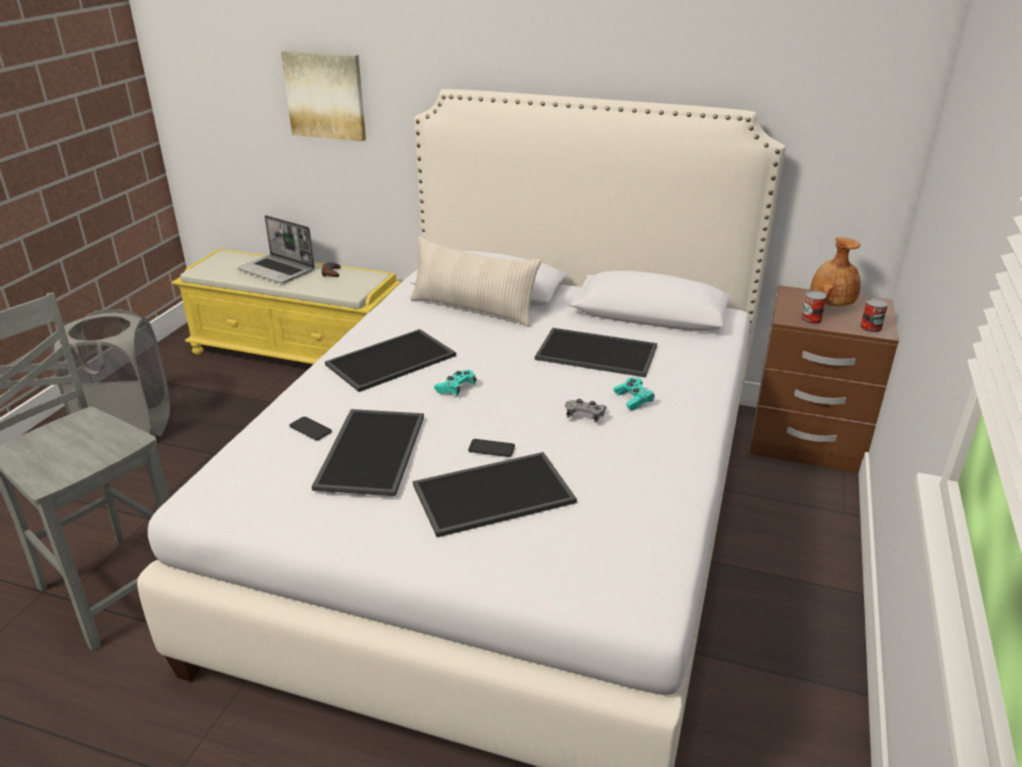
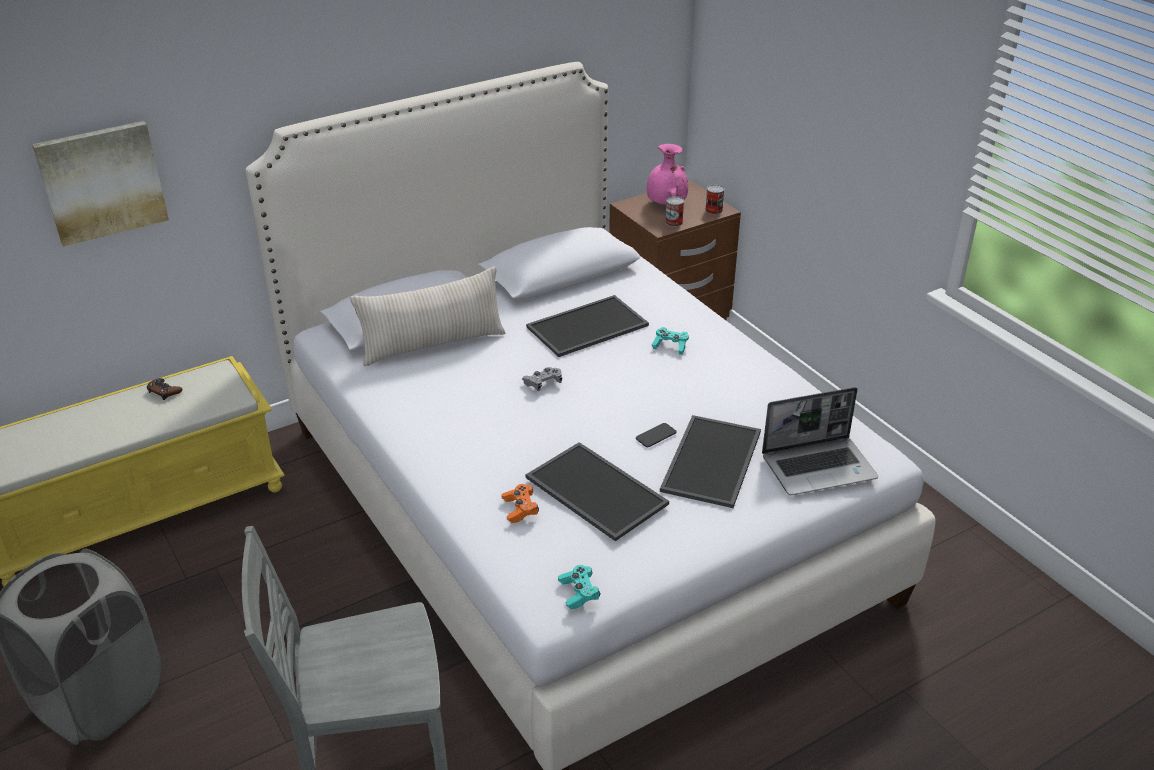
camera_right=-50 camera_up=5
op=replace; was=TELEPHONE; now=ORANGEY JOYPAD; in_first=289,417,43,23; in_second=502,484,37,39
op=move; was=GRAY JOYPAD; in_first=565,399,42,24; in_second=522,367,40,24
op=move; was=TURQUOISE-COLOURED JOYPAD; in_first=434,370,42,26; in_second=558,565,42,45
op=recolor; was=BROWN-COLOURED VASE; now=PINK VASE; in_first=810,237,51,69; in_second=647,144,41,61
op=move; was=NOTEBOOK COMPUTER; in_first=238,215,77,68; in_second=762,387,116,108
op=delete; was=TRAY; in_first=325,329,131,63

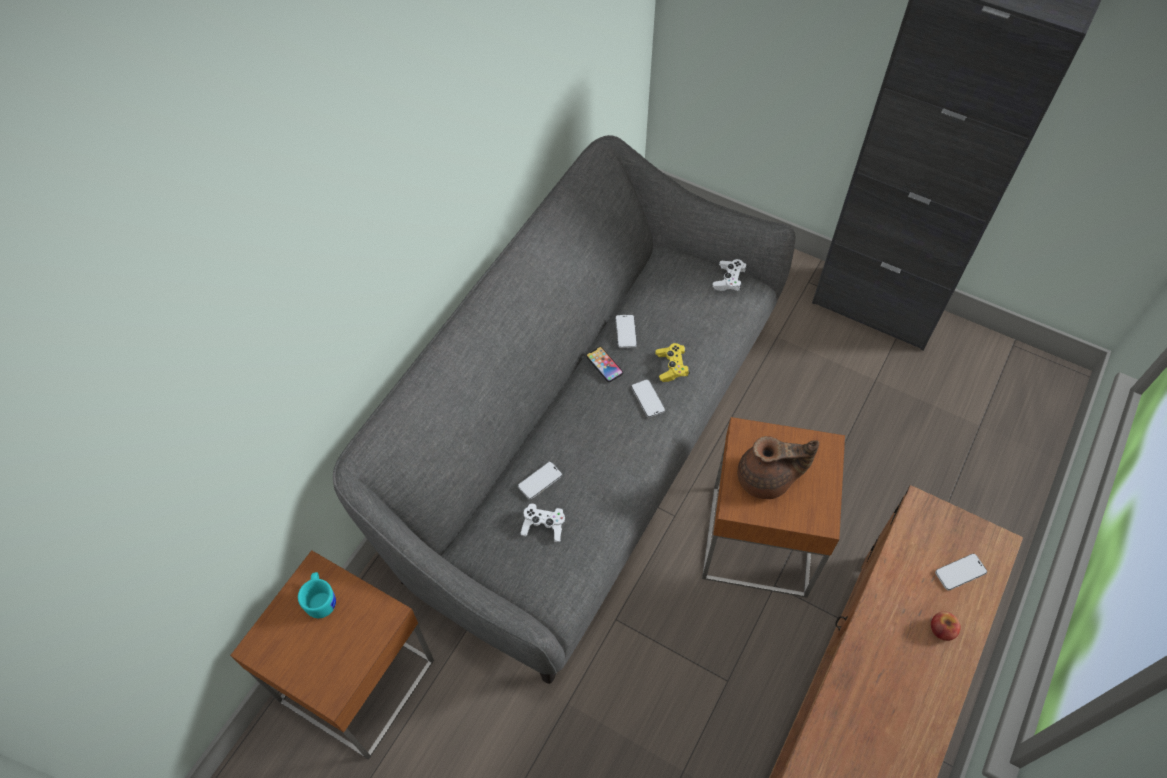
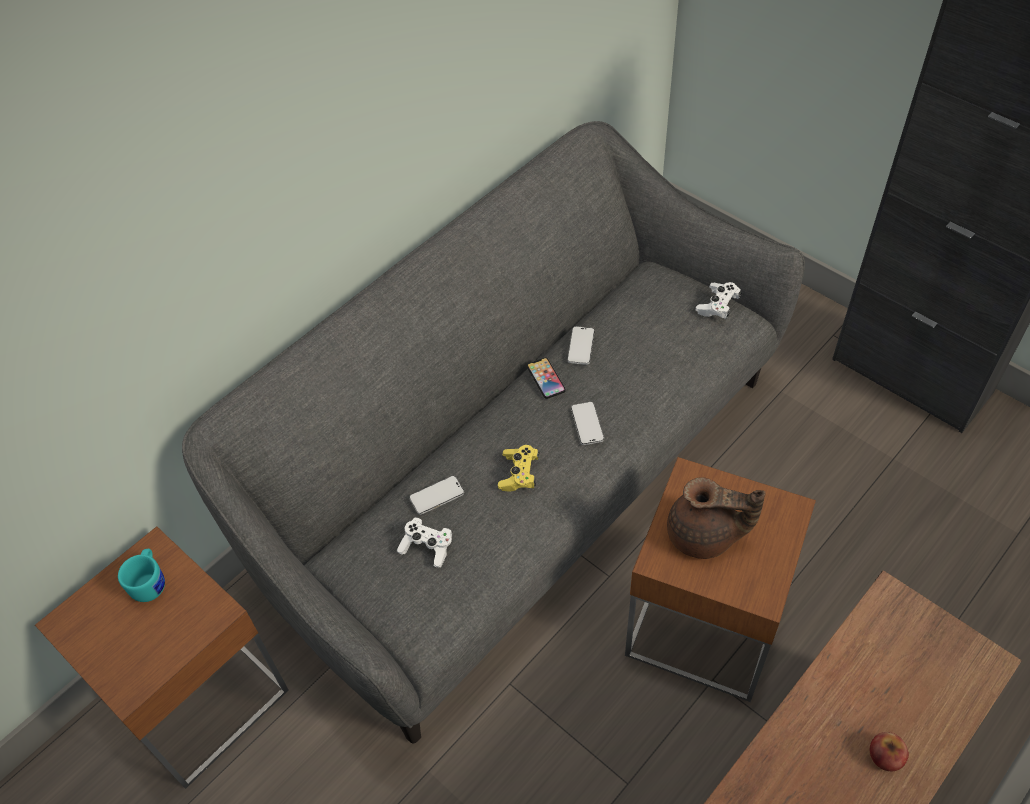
camera_right=15 camera_up=-5
op=move; was=YELLOW JOYPAD; in_first=656,343,34,39; in_second=498,445,42,47
op=delete; was=TELEPHONE; in_first=935,554,52,36

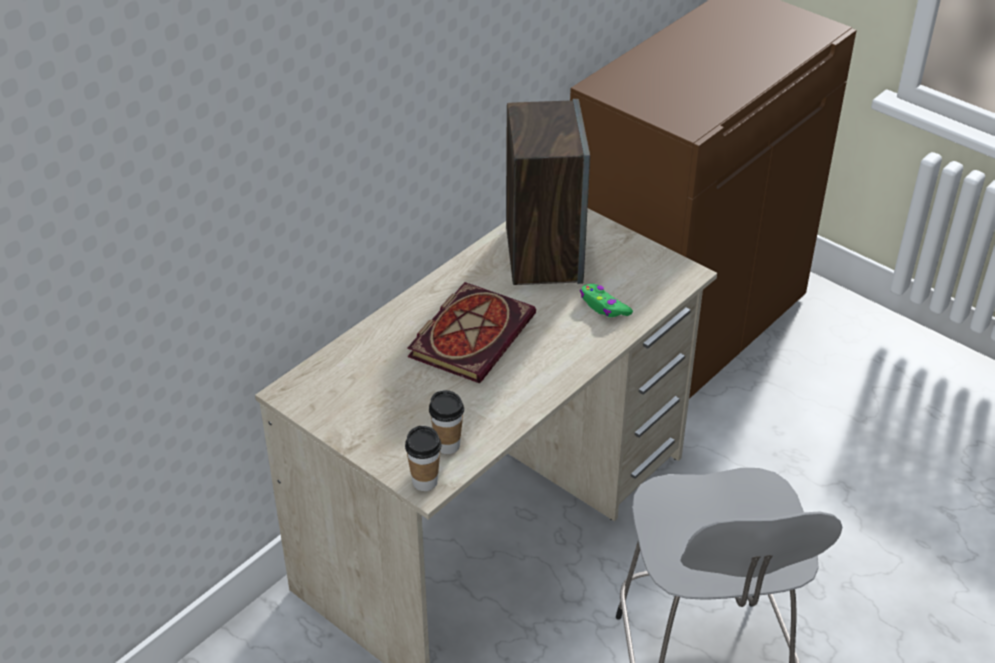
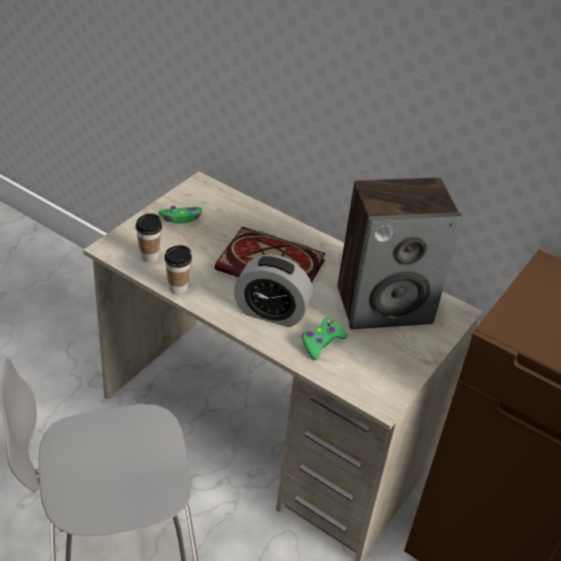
camera_right=80 camera_up=0
op=insert; now=GREEN-COLOURED JOYPAD; in_second=159,206,43,18
op=move; was=DRINKING CUP; in_first=405,426,37,65; in_second=164,245,28,50
op=insert; now=BEDSIDE CLOCK; in_second=234,255,79,72

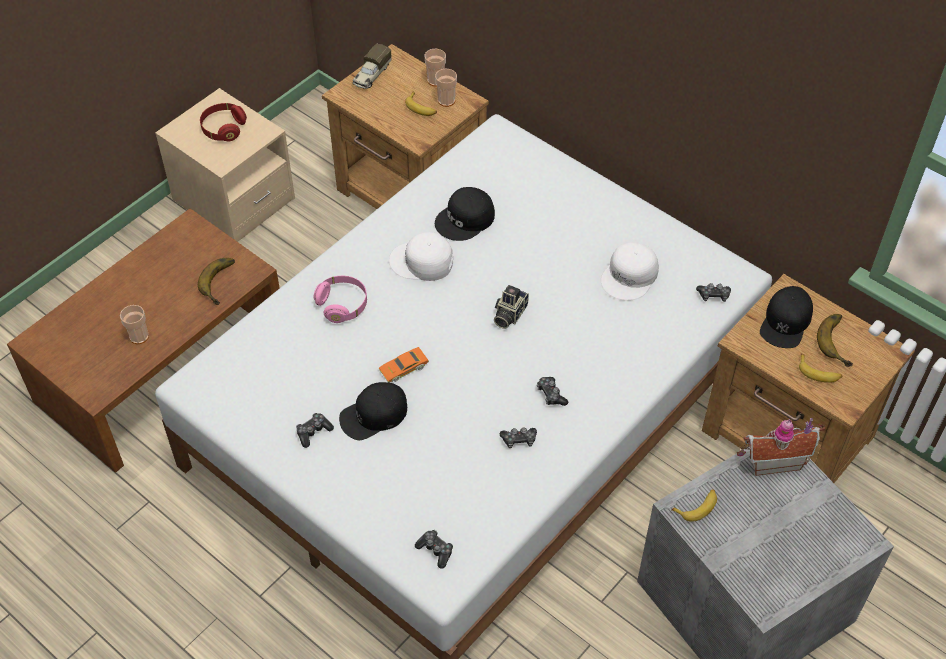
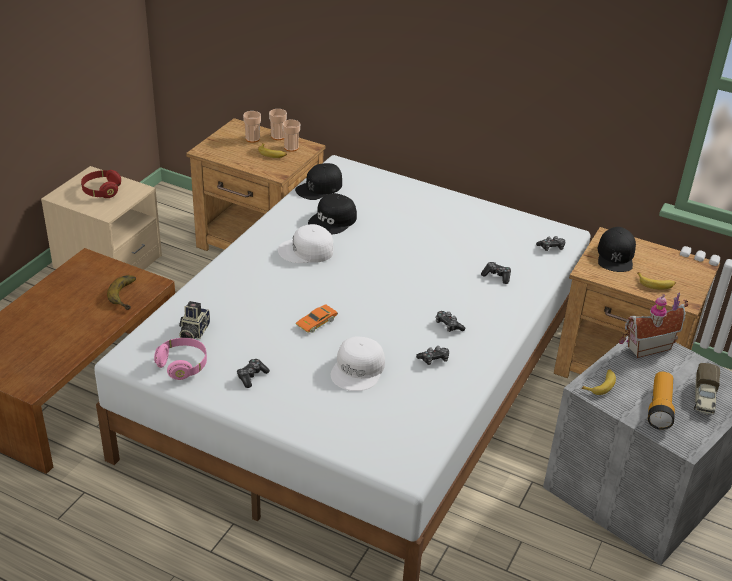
camera_right=-15 camera_up=-15
op=move; was=PINK HEADPHONES; in_first=314,276,53,47; in_second=154,338,53,42
op=move; was=PHOTO CAMERA; in_first=494,285,35,44; in_second=179,301,31,38
op=move; was=DRINKING CUP; in_first=120,305,29,39; in_second=243,111,18,32
op=move; was=BLACK PEAKED CAP; in_first=339,382,68,58; in_second=295,163,47,37
op=move; was=WHITISH PEAKED CAP; in_first=601,242,58,59; in_second=331,336,54,55
op=move; was=JOYPAD; in_first=415,530,38,39; in_second=481,262,30,22
op=insert; now=FLASHLIGHT; in_second=648,372,27,58
op=move; was=MODEL TRUCK; in_first=353,44,39,45; in_second=694,363,26,52
op=delete; was=BANANA; in_first=817,314,36,53

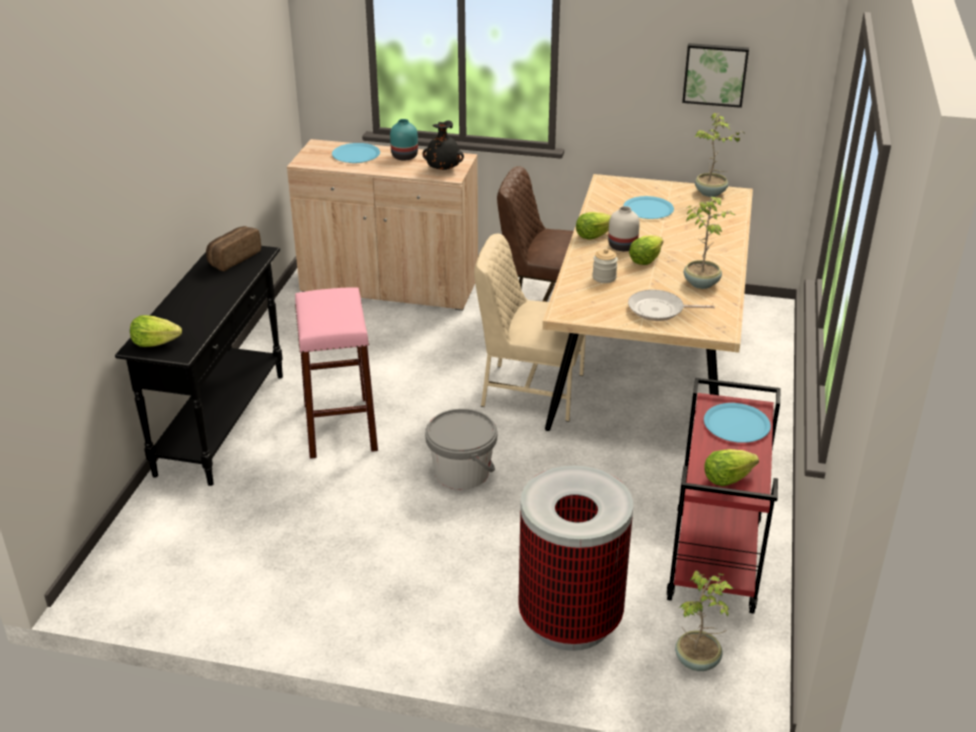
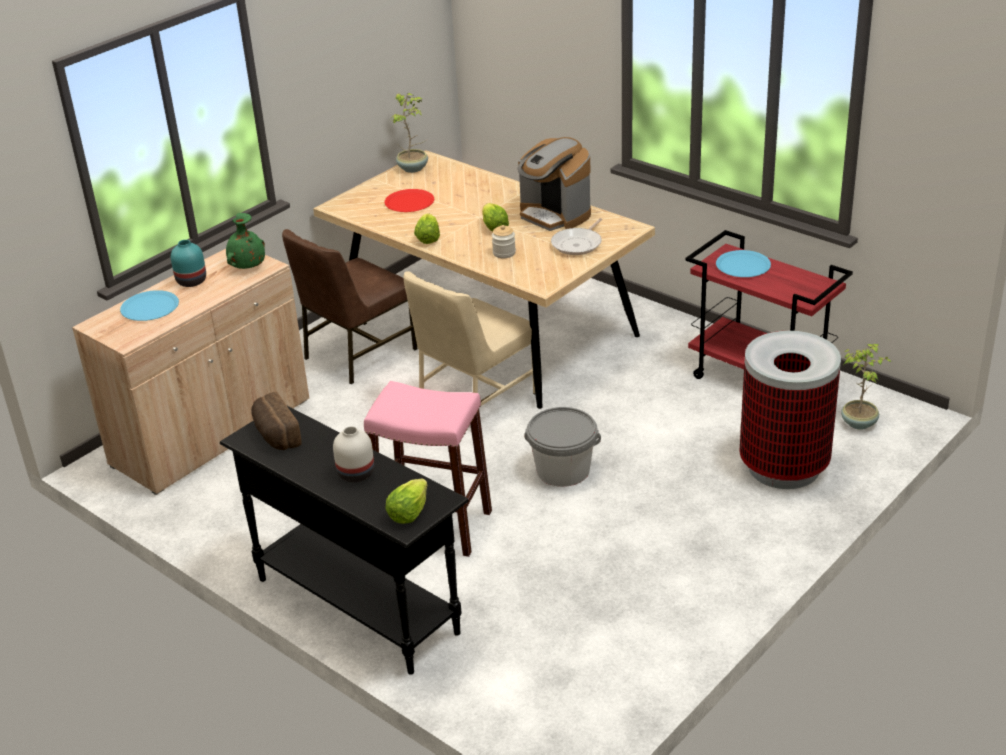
camera_right=-60 camera_up=0
op=recolor; was=BLACK VASE; now=GREEN-COLOURED VASE; in_first=422,120,42,50; in_second=226,213,39,56
op=move; was=WHITISH VASE; in_first=608,206,32,45; in_second=333,426,41,56
op=recolor; was=BLUE PLATE; now=REDDISH PLATE; in_first=623,196,51,23; in_second=384,189,50,23
op=replace; was=HOUSEPLANT; now=COFFEE BREWER; in_first=684,197,51,92; in_second=517,137,74,94
op=delete; was=WALL ART; in_first=682,43,67,65
op=delete; was=LETTUCE HEAD; in_first=704,449,55,37

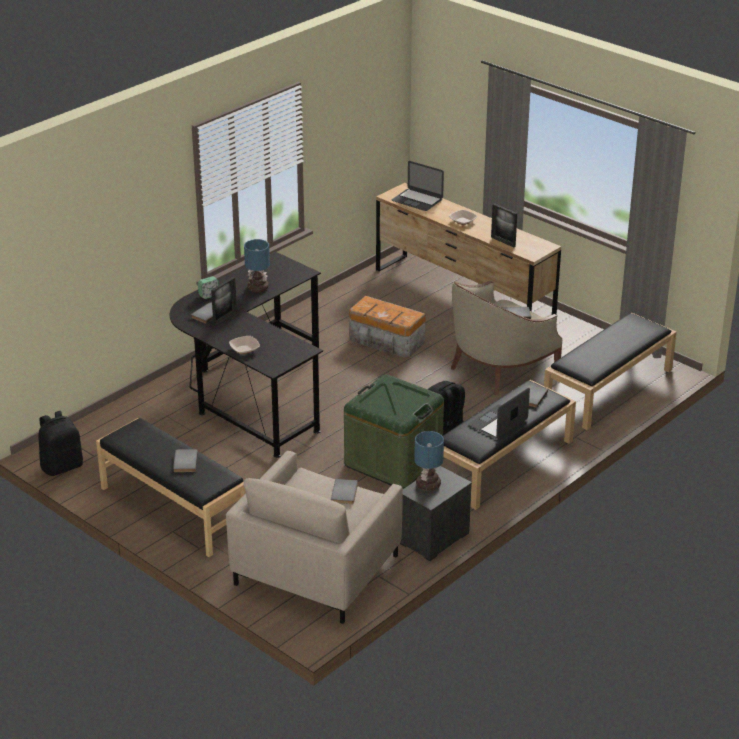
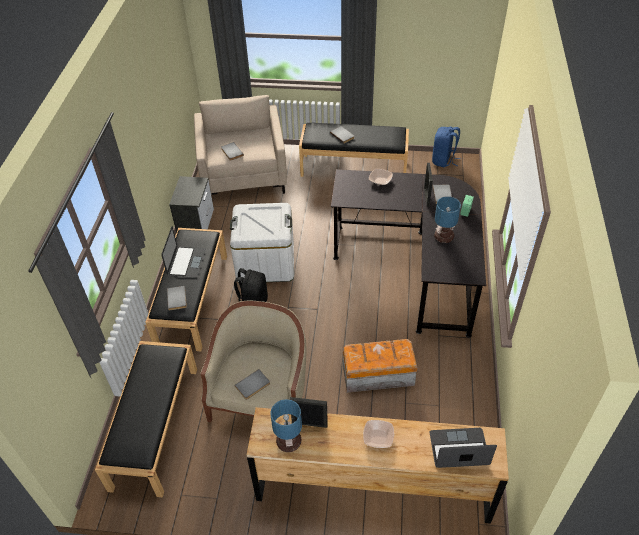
camera_right=145 camera_up=15
op=recolor; was=GREEN-COLOURED STORAGE CONTAINER; now=WHITISH STORAGE CONTAINER; in_first=344,374,100,115; in_second=230,203,64,80
op=move; was=TABLE LAMP; in_first=414,431,30,60; in_second=270,399,32,53
op=recolor; was=BLACK RUCKSACK; now=BLUE RUCKSACK; in_first=38,411,45,65; in_second=432,126,29,41

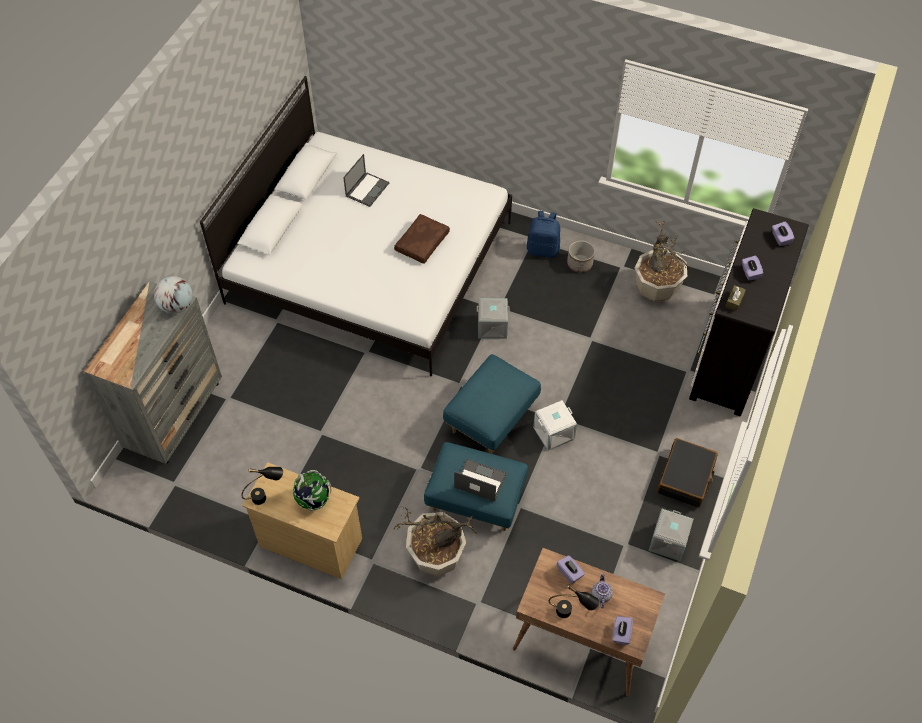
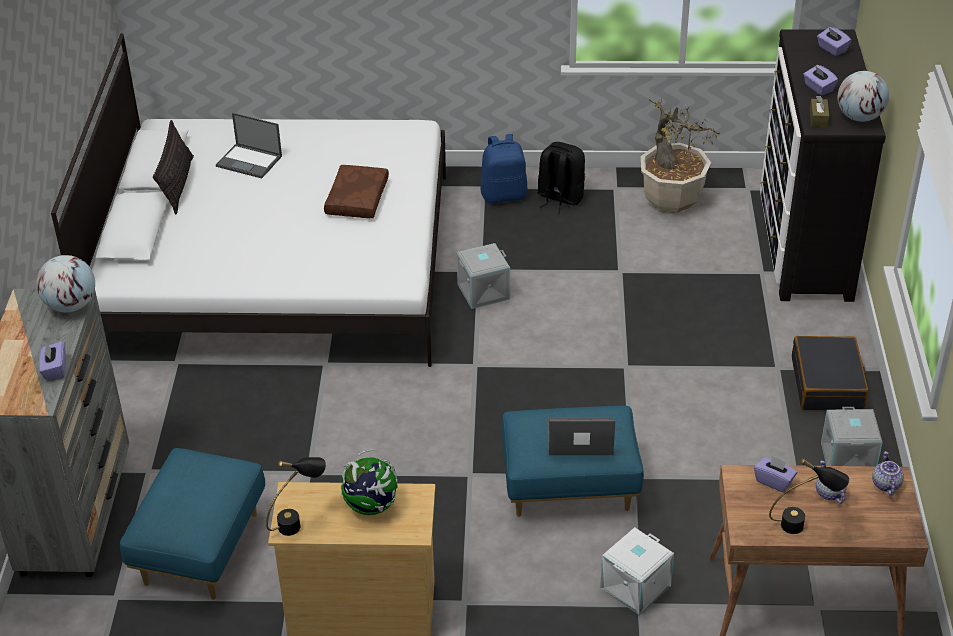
camera_right=-20 camera_up=-15
op=move; was=PURPLISH BOX OF TISSUES; in_first=613,616,20,29; in_second=39,341,27,39
op=move; was=BLUE POUFFE; in_first=443,354,98,100; in_second=120,448,145,152
op=insert; now=CUSHION; in_second=153,120,41,94
op=rotate; was=NOTEBOOK COMPUTER; in_first=343,154,46,53; in_second=216,113,66,66; clockwise=105
op=replace; was=PLANT POT; now=BLACK RUCKSACK; in_first=567,241,28,32; in_second=537,142,48,71
op=move; was=WHITISH STORAGE CONTAINER; in_first=533,400,44,51; in_second=600,527,74,88
op=insert; now=WORLD GLOBE; in_second=838,71,51,51
op=insert; now=TEA POT; in_second=872,451,32,45
op=delete; was=HOUSEPLANT; in_first=393,506,84,70

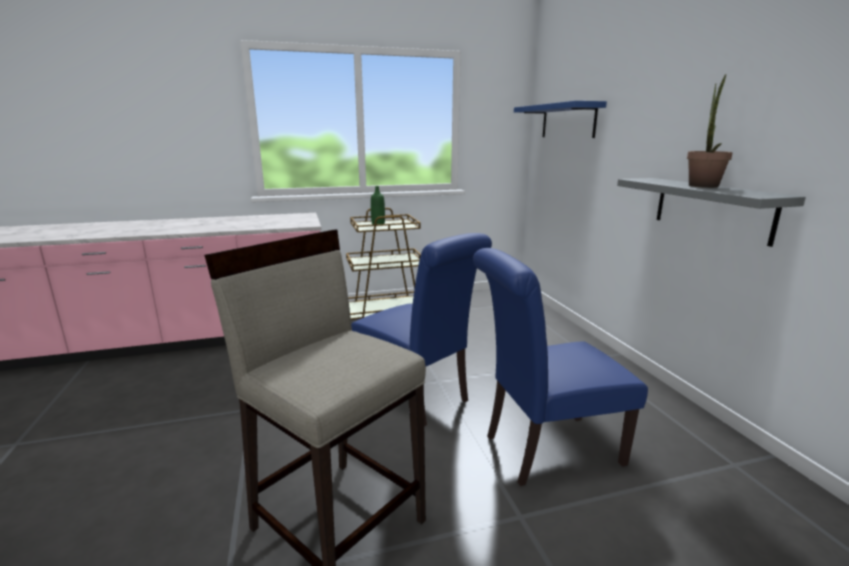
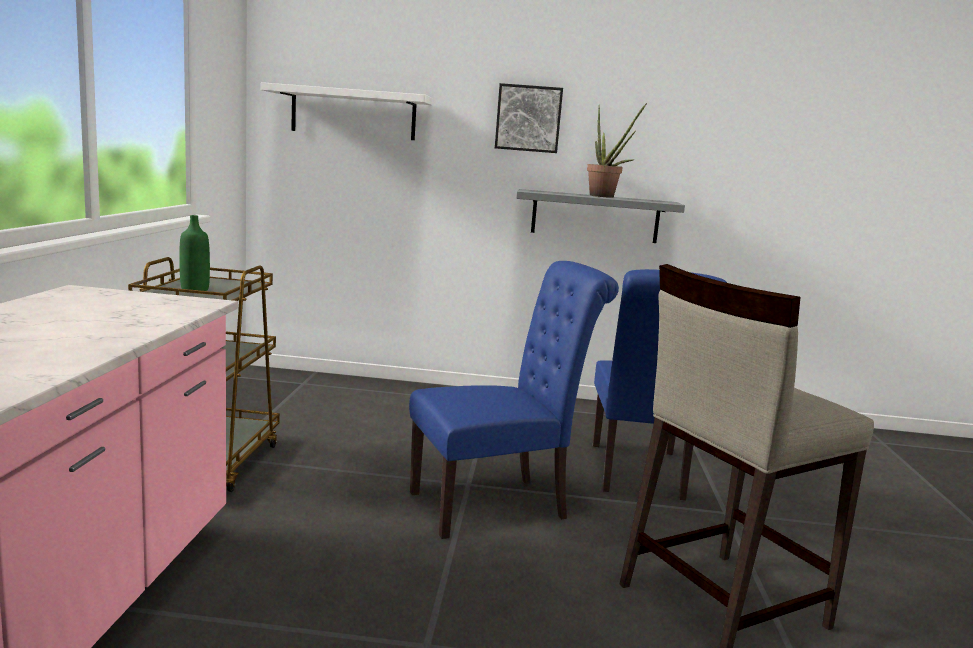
camera_right=-70 camera_up=-5
op=recolor; was=BLUE SHELF; now=WHITISH SHELF; in_first=514,101,93,37; in_second=261,82,172,58
op=insert; now=WALL ART; in_second=495,83,68,70

